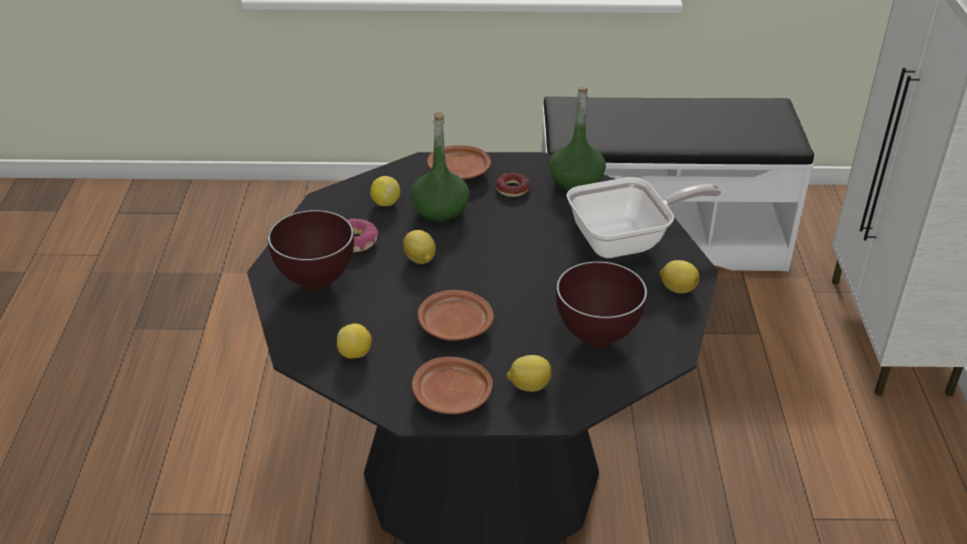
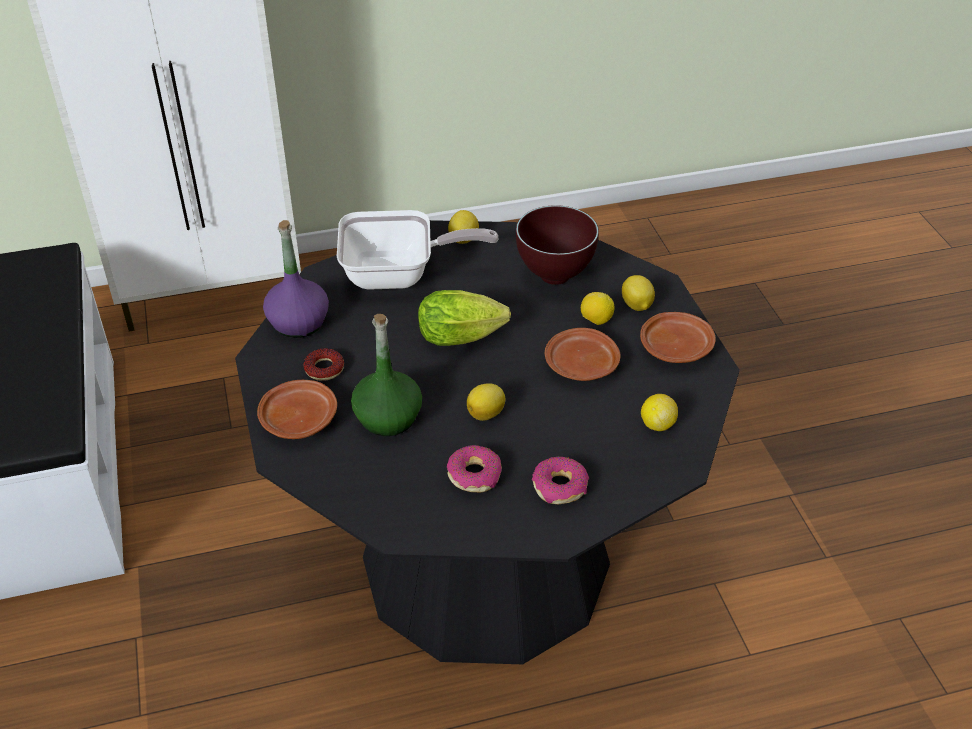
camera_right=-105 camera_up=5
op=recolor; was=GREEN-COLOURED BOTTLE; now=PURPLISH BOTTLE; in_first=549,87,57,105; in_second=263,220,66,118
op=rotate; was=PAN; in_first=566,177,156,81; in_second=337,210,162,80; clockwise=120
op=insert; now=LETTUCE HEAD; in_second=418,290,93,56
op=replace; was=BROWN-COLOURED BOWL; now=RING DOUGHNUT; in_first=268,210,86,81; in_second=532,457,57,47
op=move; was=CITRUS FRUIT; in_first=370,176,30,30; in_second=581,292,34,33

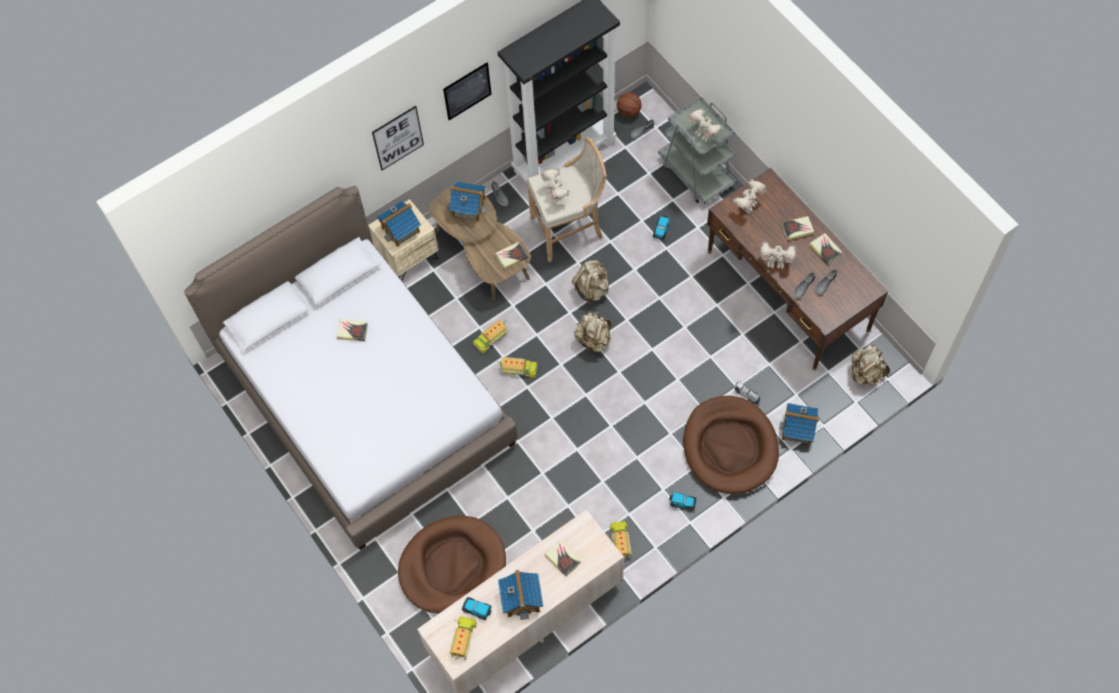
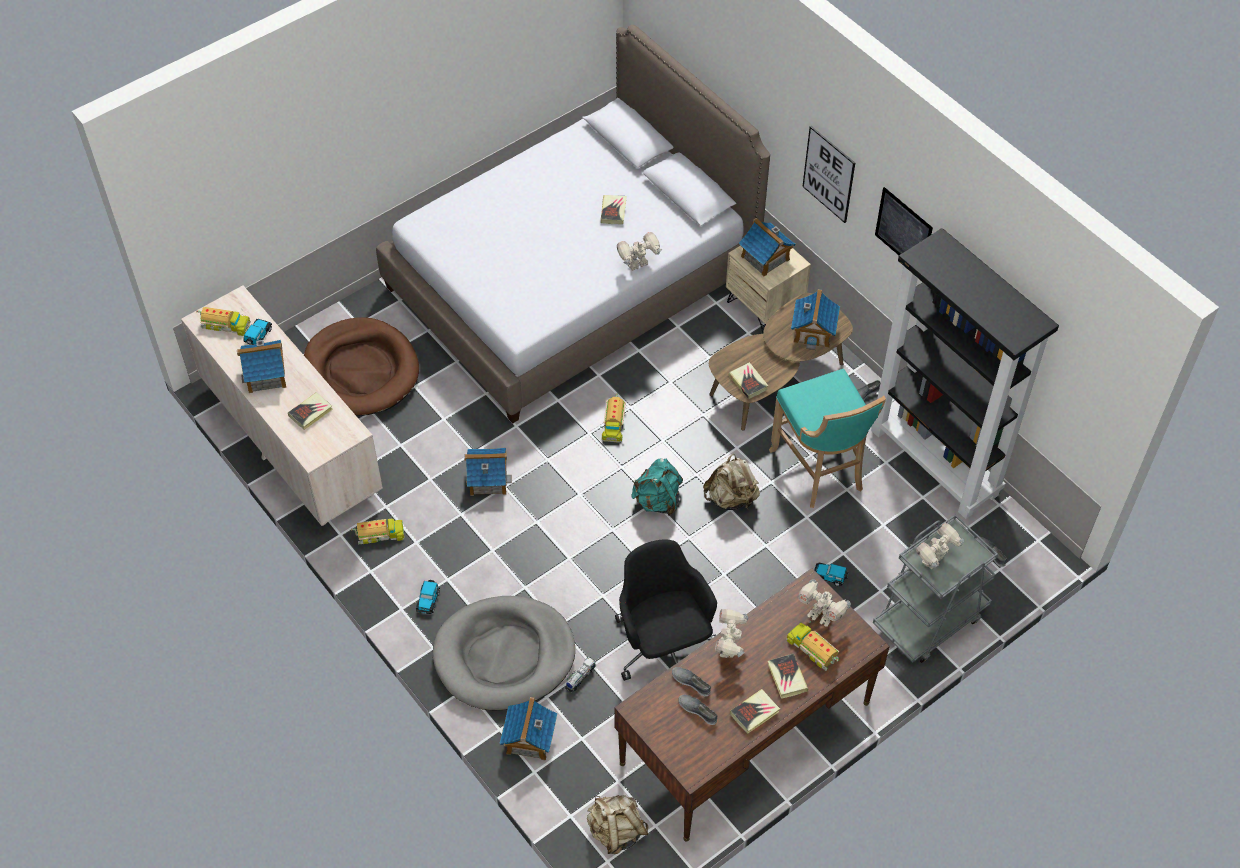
camera_right=85 camera_up=-10
op=recolor; was=BROWN-COLOURED DOG CUSHION; now=GRAY DOG CUSHION; in_first=683,396,96,98; in_second=432,596,143,114
op=insert; now=TOY HOUSE; in_second=464,448,48,48
op=insert; now=BLACK OFFICE CHAIR; in_second=615,540,102,141
op=move; was=ROBOT FIGURE; in_first=541,169,29,34; in_second=617,232,45,39
op=recolor; was=BEIGE-COLOURED RUCKSACK; now=TURQUOISE-COLOURED RUCKSACK; in_first=574,312,37,42; in_second=631,459,52,57
op=recolor; was=BEIGE-COLOURED STOOL SEAT; now=TURQUOISE-COLOURED STOOL SEAT; in_first=527,137,80,125; in_second=769,369,117,139
op=move; was=MODEL TRUCK; in_first=473,320,35,34; in_second=787,621,52,50
op=delete; was=BALL FOR BASKETBALL; in_first=617,92,25,25

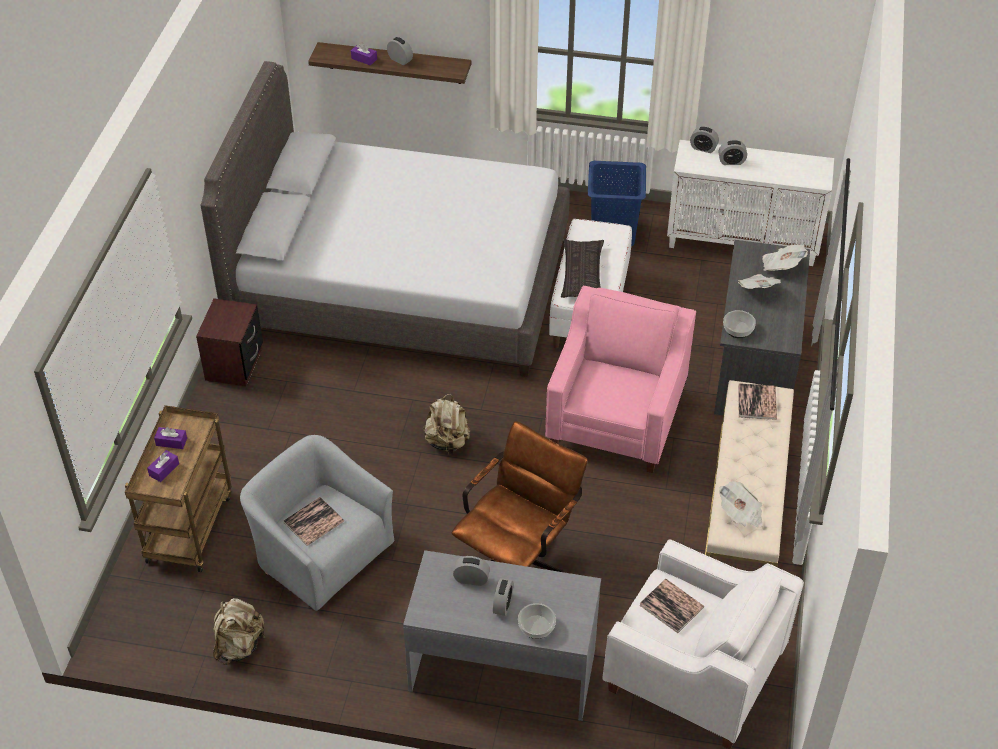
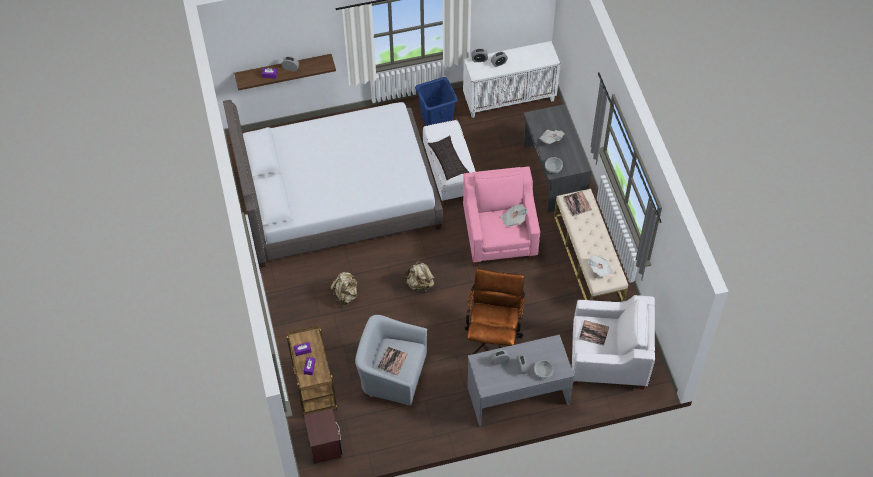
camera_right=-25 camera_up=10
op=move; was=BROWN-COLOURED NIGHTSTAND; in_first=196,298,67,88; in_second=304,409,38,55
op=move; was=BEIGE-COLOURED RUCKSACK; in_first=213,598,53,67; in_second=330,272,28,34
op=move; was=DAILY PAPER; in_first=762,245,46,26; in_second=501,204,27,23

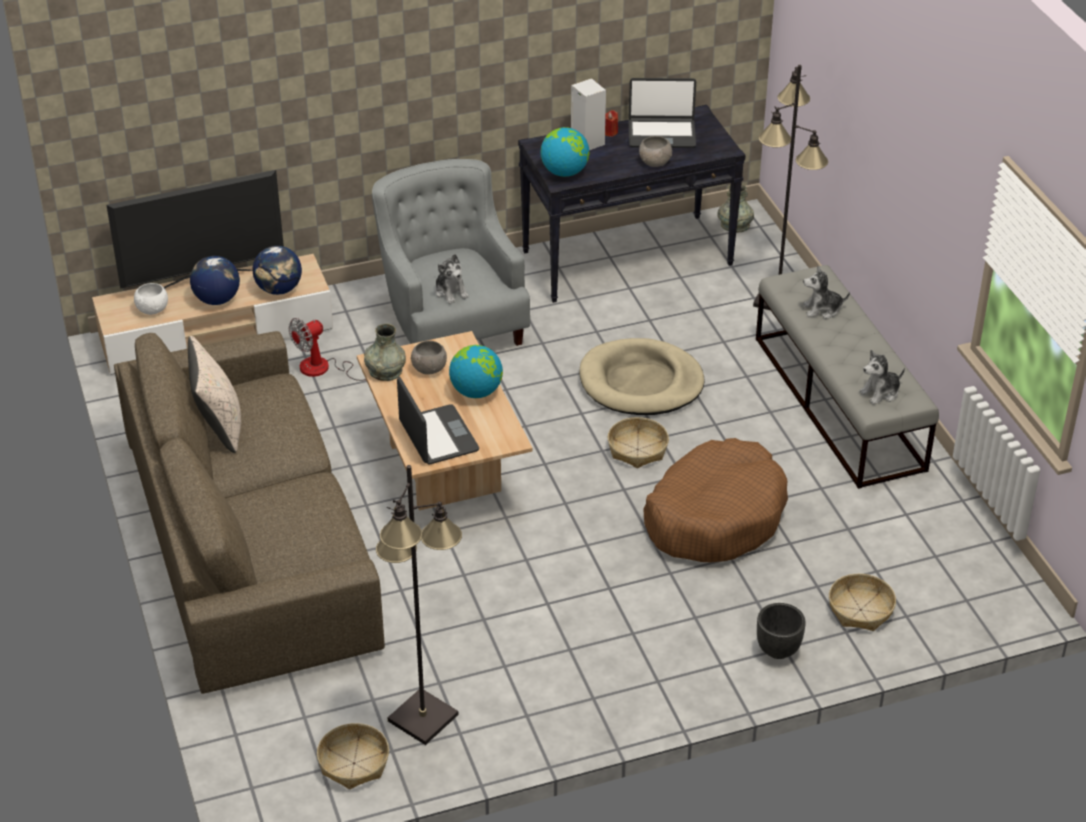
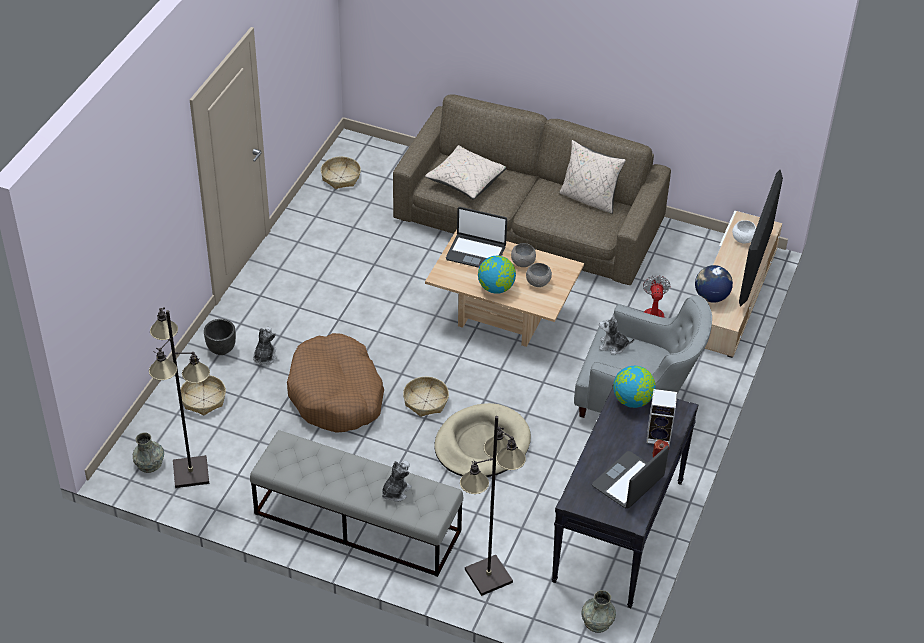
camera_right=130 camera_up=5
op=move; was=GRAY VASE; in_first=364,323,42,58; in_second=133,432,31,41
op=move; was=BLACK STANDARD LAMP; in_first=376,465,86,280; in_second=149,307,61,181
op=move; was=PLUSH TOY; in_first=859,350,46,55; in_second=253,327,23,38
op=insert; now=BEIGE-COLOURED CUSHION; in_second=425,145,81,55
op=move; was=GRAY BOWL; in_first=639,136,33,31; in_second=511,243,25,24
op=delete; was=WORLD GLOBE; in_first=190,256,50,49

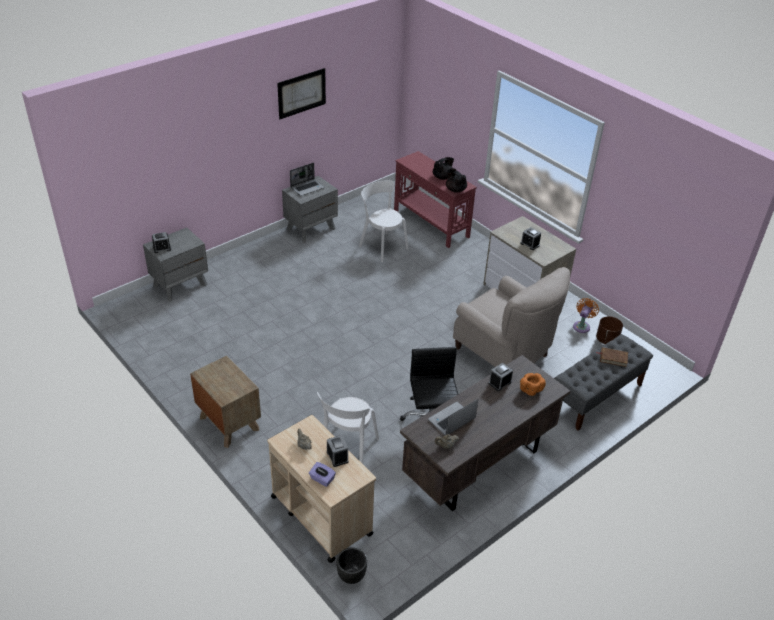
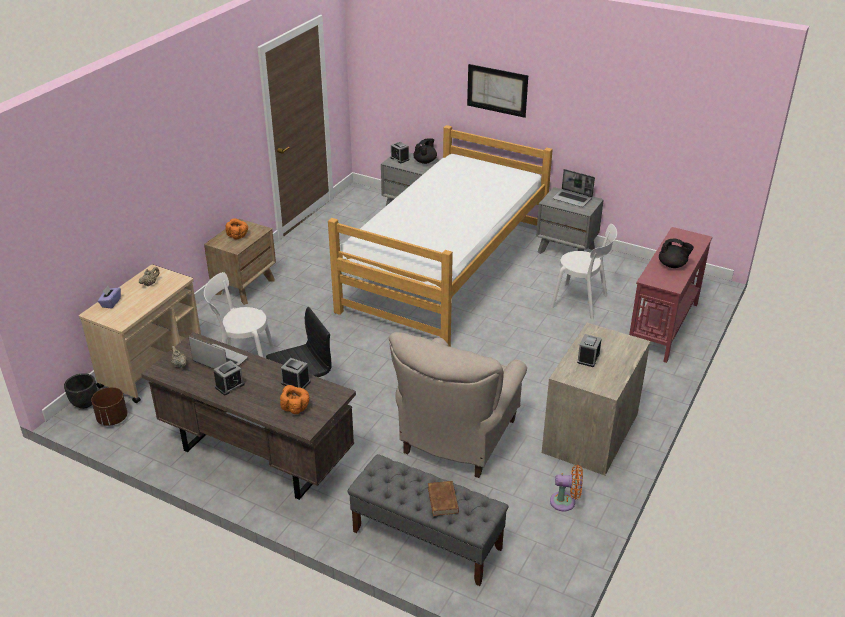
camera_right=70 camera_up=-5
op=move; was=BROWN-COLOURED PLANT POT; in_first=596,316,27,28; in_second=91,387,36,39
op=move; was=BEDSIDE CLOCK; in_first=327,435,22,32; in_second=214,360,31,35
op=insert; now=ORANGEY BOWL; in_second=226,218,22,21
op=insert; now=SLEEPING BED; in_second=328,125,225,222
op=move; was=BLACK TEA POT; in_first=446,168,21,25; in_second=413,138,24,26
op=move; was=WALL ART; in_first=277,68,49,51; in_second=467,64,61,54
op=rotate; was=WHITISH CHAIR; in_first=359,180,50,82; in_second=551,224,66,95; clockwise=90

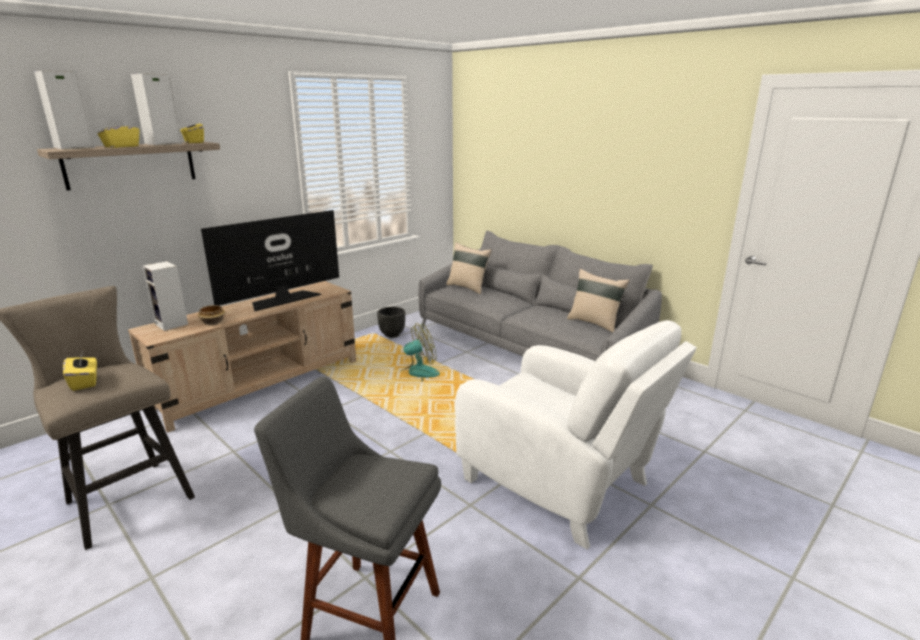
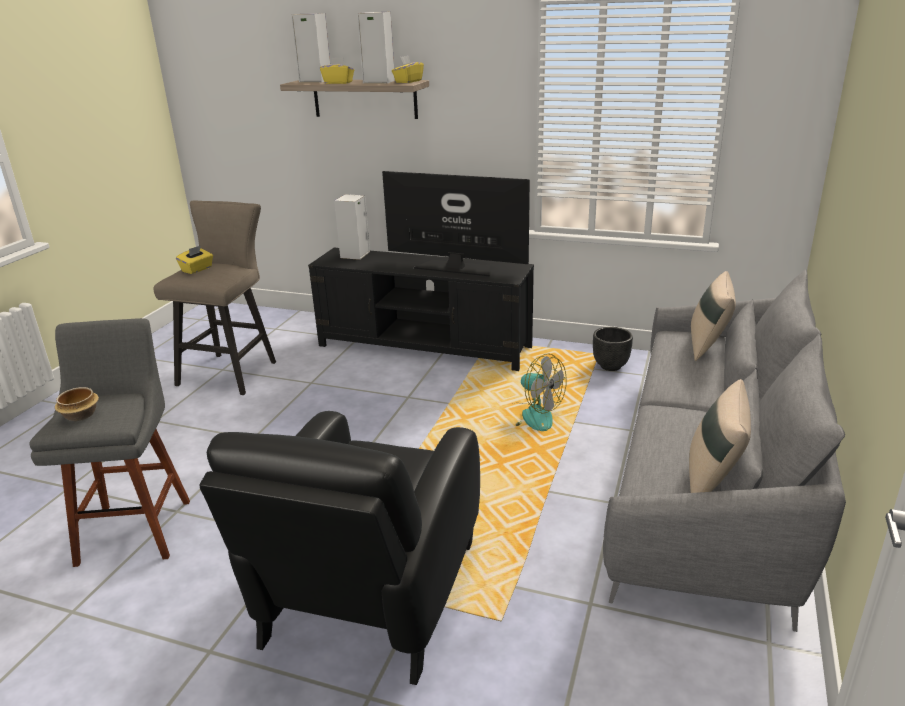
camera_right=65 camera_up=5
op=move; was=BOWL; in_first=198,305,27,20; in_second=55,387,44,34
op=recolor; was=WHITISH ARMCHAIR; now=BLACK ARMCHAIR; in_first=455,320,242,230; in_second=199,411,281,274
op=recolor; was=BEIGE-COLOURED MEDIA CONSOLE; now=BLACK MEDIA CONSOLE; in_first=128,281,228,152; in_second=308,248,226,123

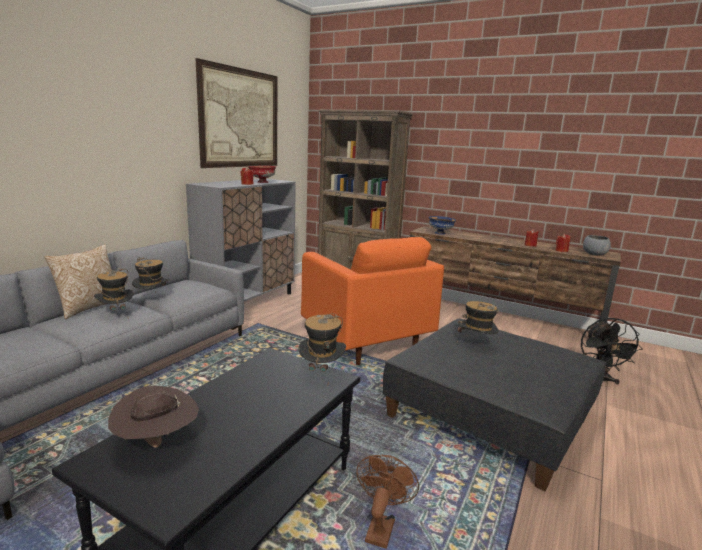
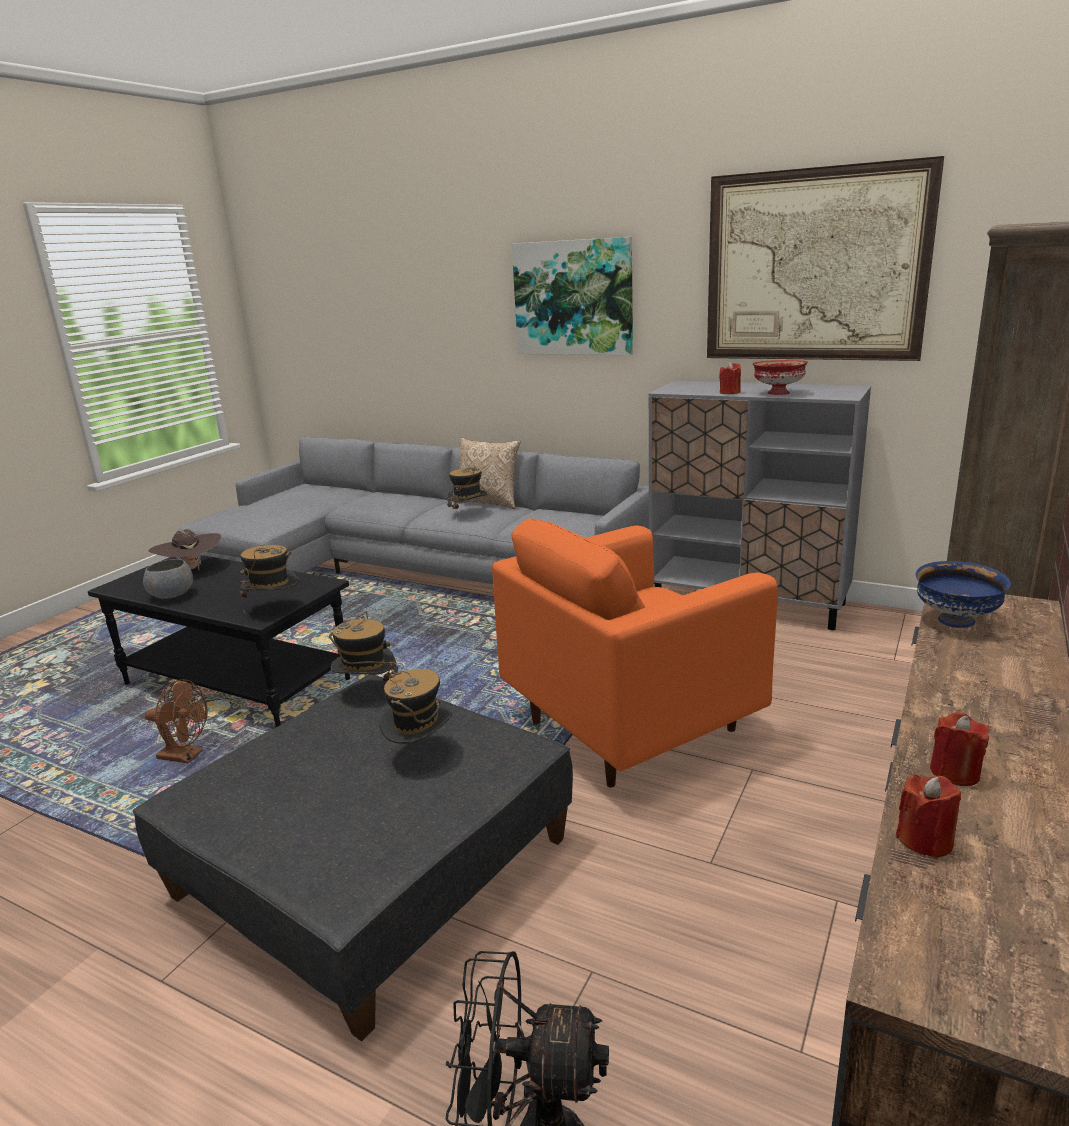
camera_right=90 camera_up=5
op=move; was=GRAY BOWL; in_first=583,235,28,20; in_second=143,559,50,40
op=move; was=CLOTHING HAT; in_first=132,257,37,36; in_second=329,612,69,69
op=insert; now=WALL ART; in_second=512,237,121,118

